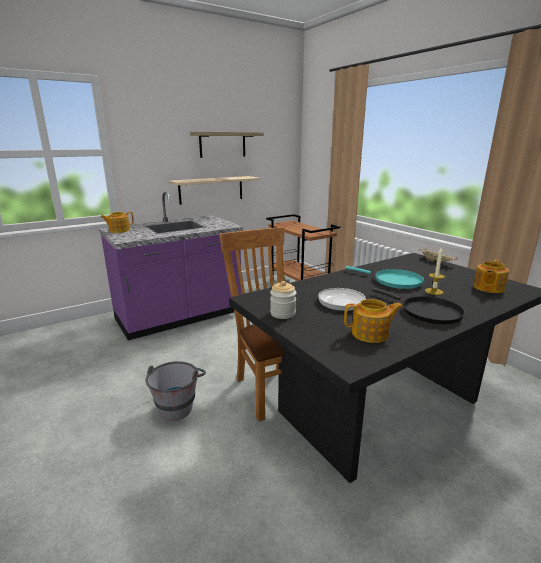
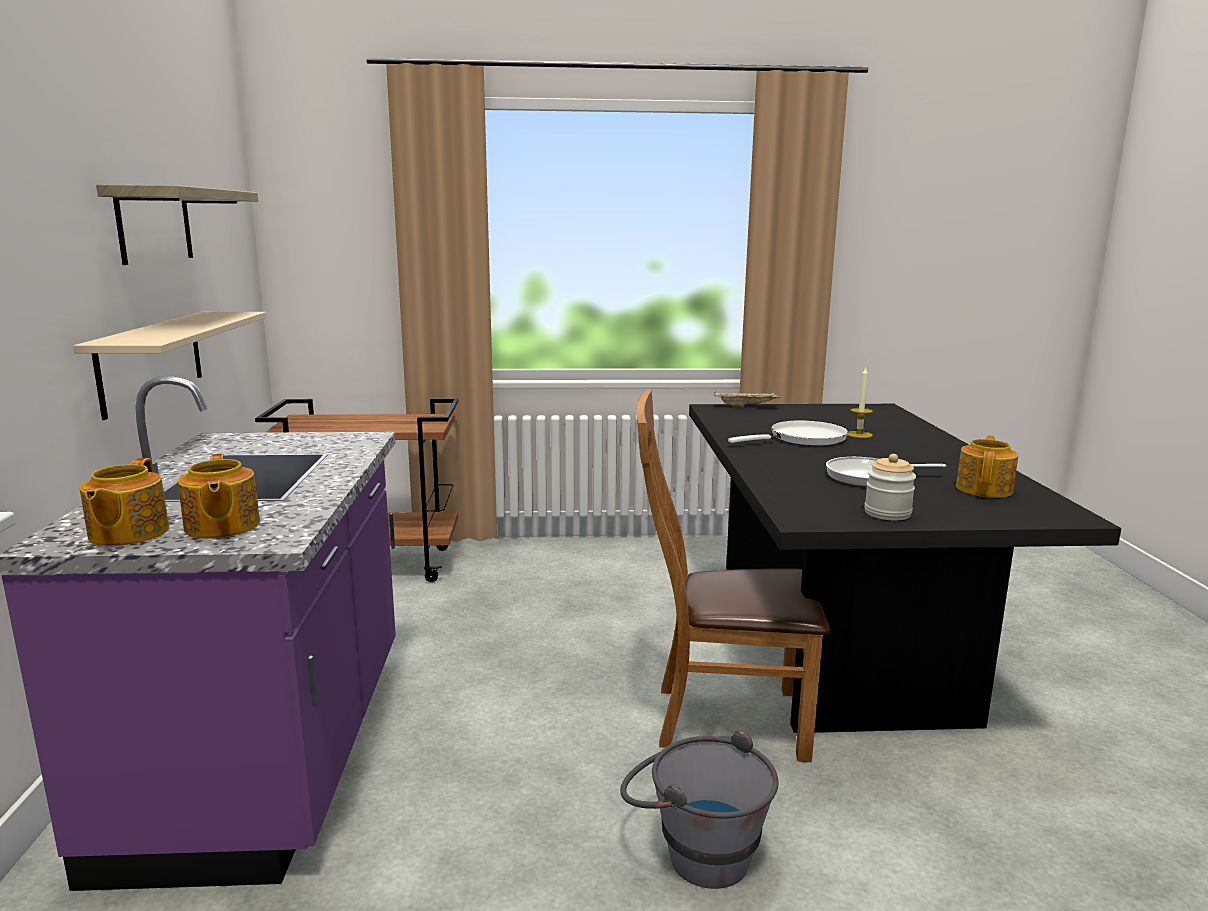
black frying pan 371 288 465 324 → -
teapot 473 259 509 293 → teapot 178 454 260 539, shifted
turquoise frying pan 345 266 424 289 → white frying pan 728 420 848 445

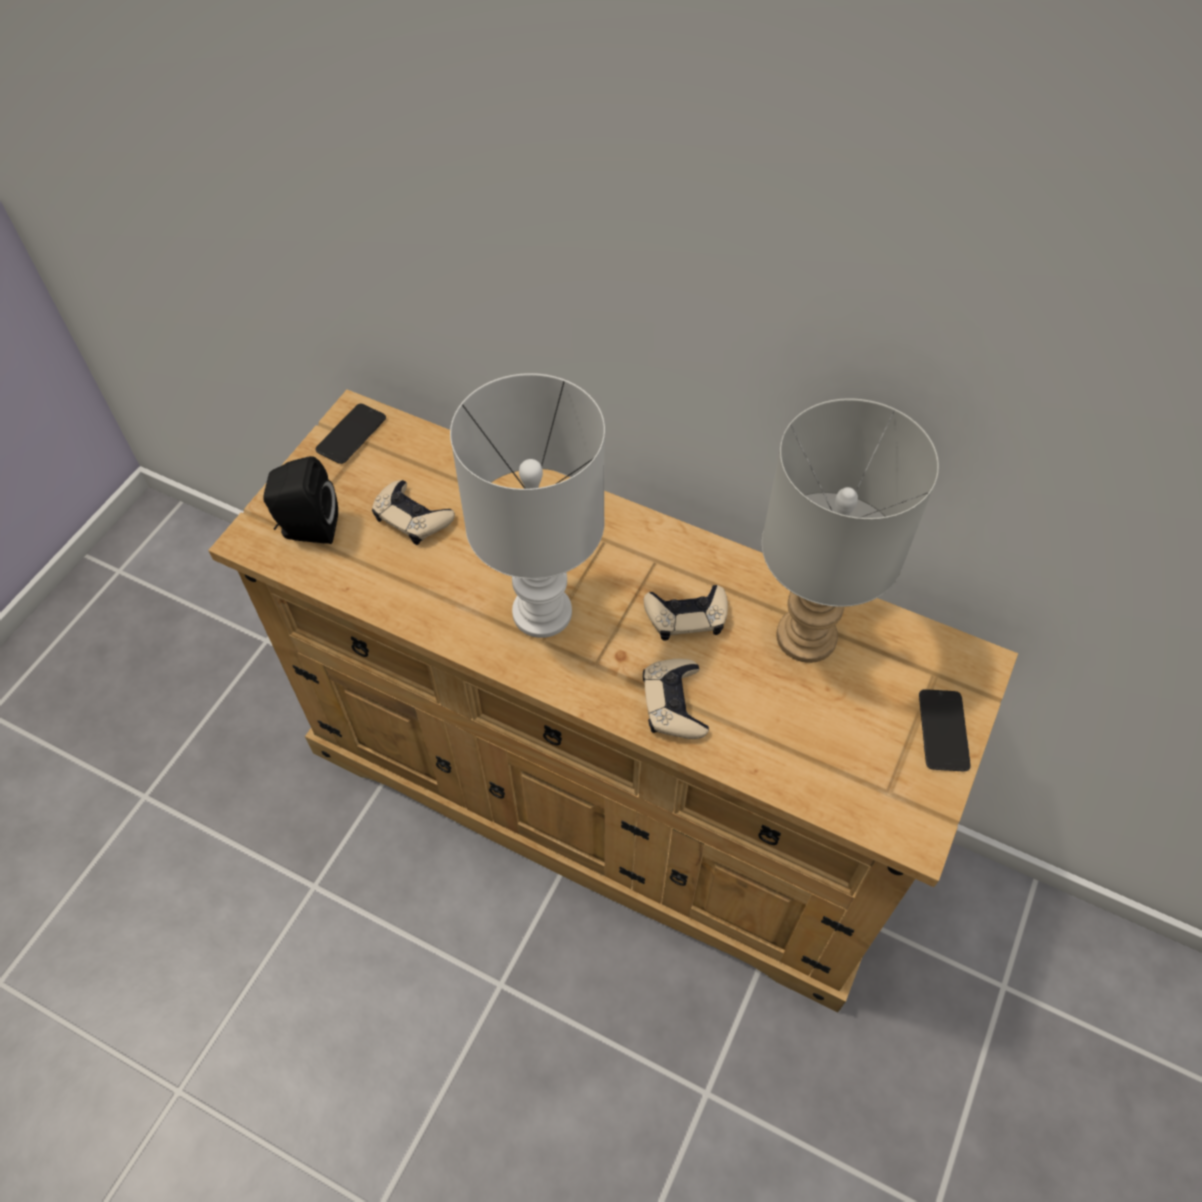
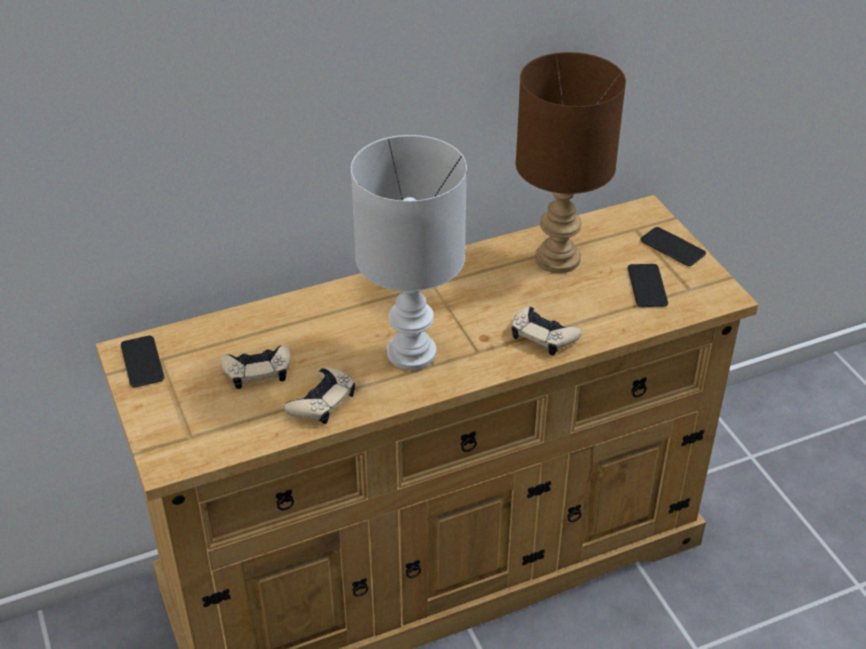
black speaker 263 456 338 544 → -
- → phone 628 264 668 307
beige game controller 644 585 728 641 → beige game controller 284 367 355 424, shifted
grey table lamp 762 398 939 663 → brown table lamp 516 52 626 273

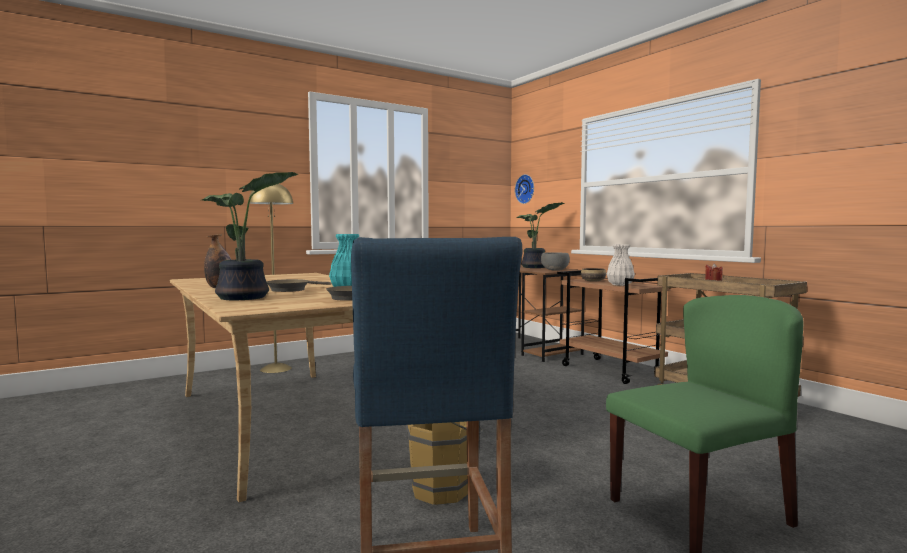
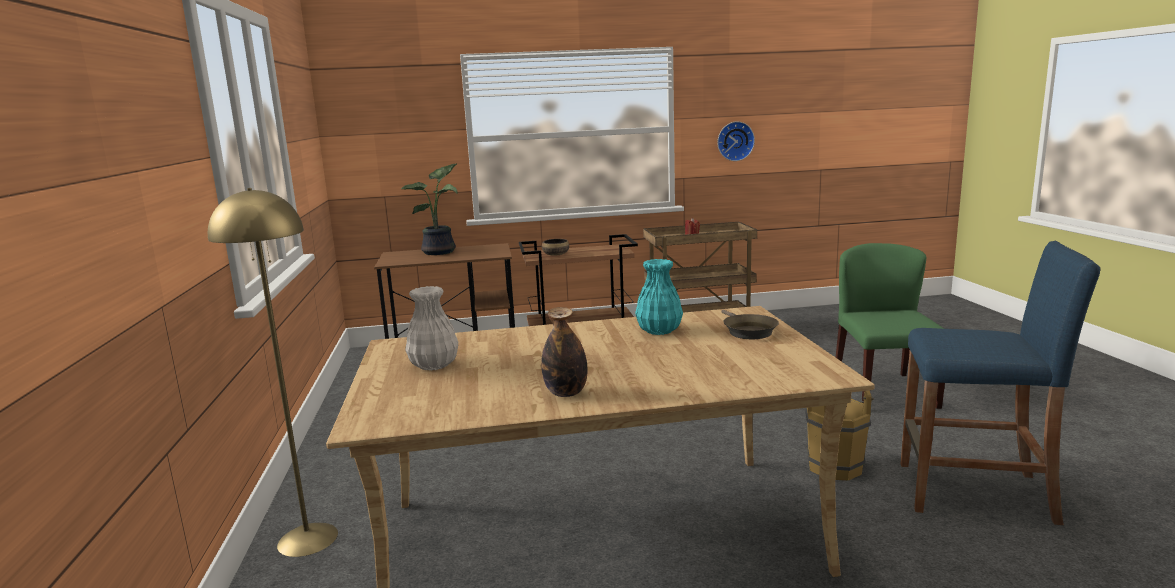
potted plant 202 172 298 300 → -
brown frying pan 266 279 331 292 → -
grey bowl 541 252 570 271 → -
wall clock 515 174 534 204 → wall clock 717 121 755 161, shifted
white vase 607 244 635 286 → white vase 405 286 458 370, shifted

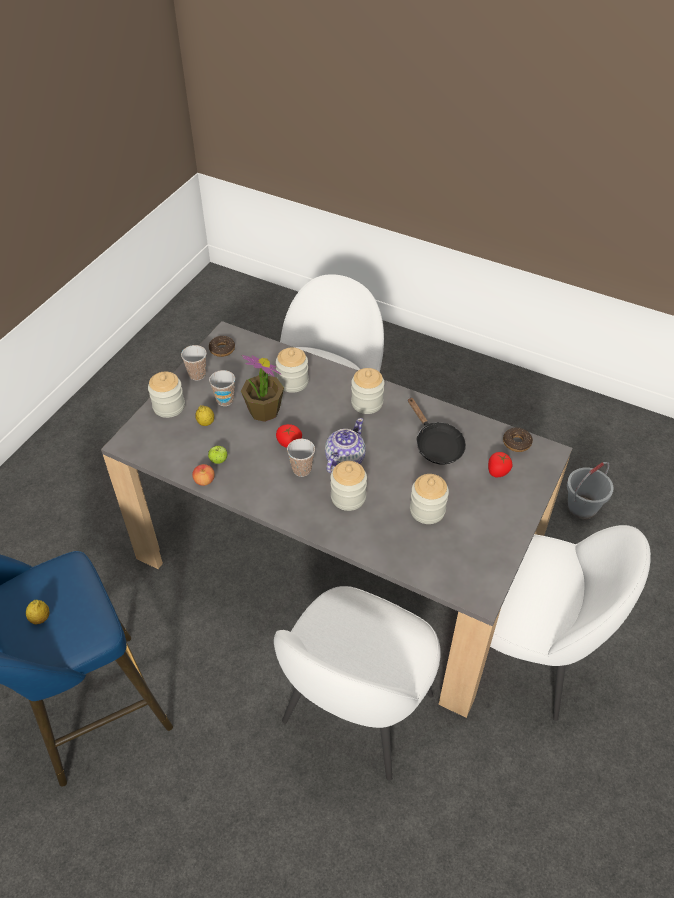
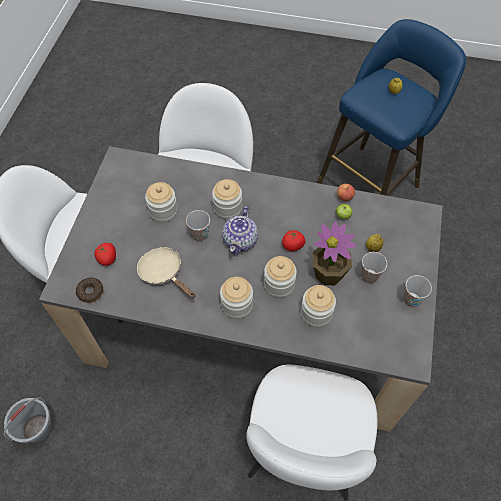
donut 209 336 235 357 → -
jar 148 371 185 418 → jar 264 256 297 298, shifted
cup 287 439 315 477 → cup 186 210 210 242, shifted
black frying pan 408 397 466 465 → beige frying pan 137 247 196 298

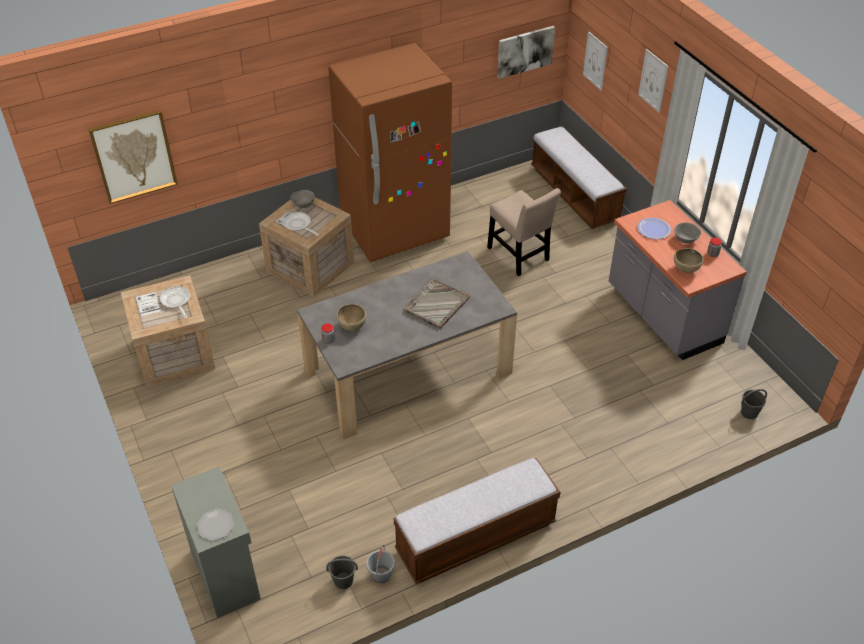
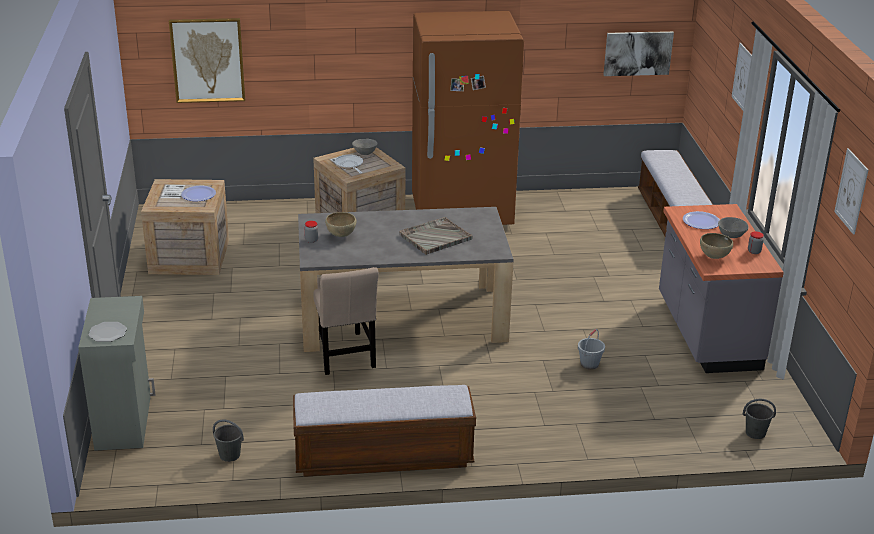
grey bucket 366 545 395 583 → grey bucket 578 329 605 370, shifted
beige chair 487 188 561 276 → beige chair 313 267 379 375, shifted
picture 583 32 608 91 → picture 834 148 868 235, shifted
frying pan 160 287 190 319 → plate 181 186 216 201

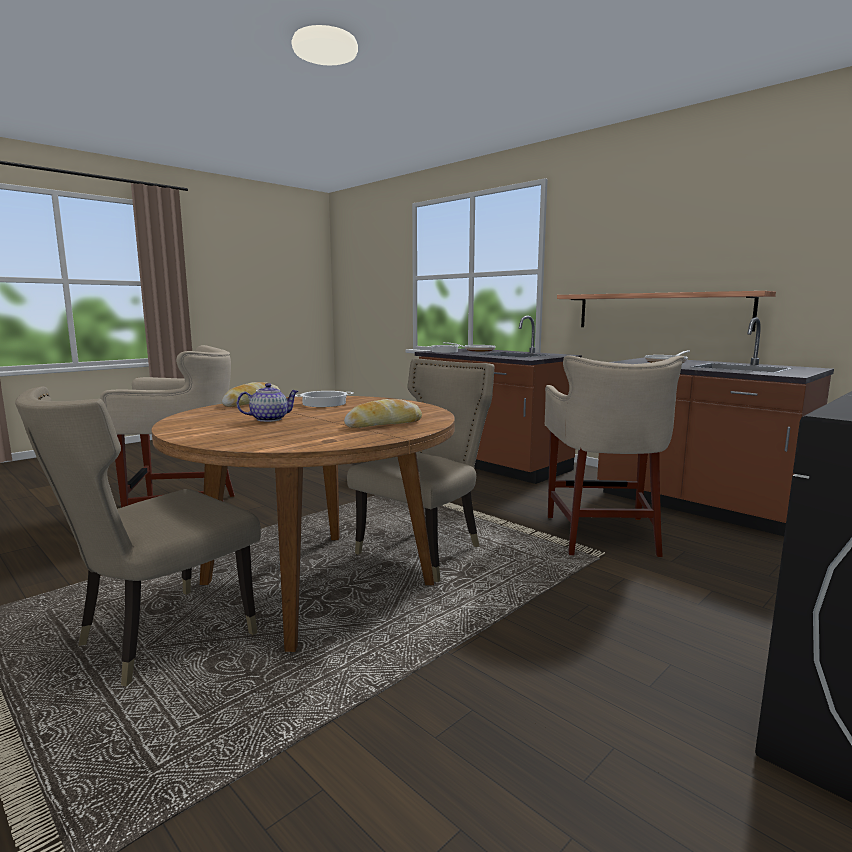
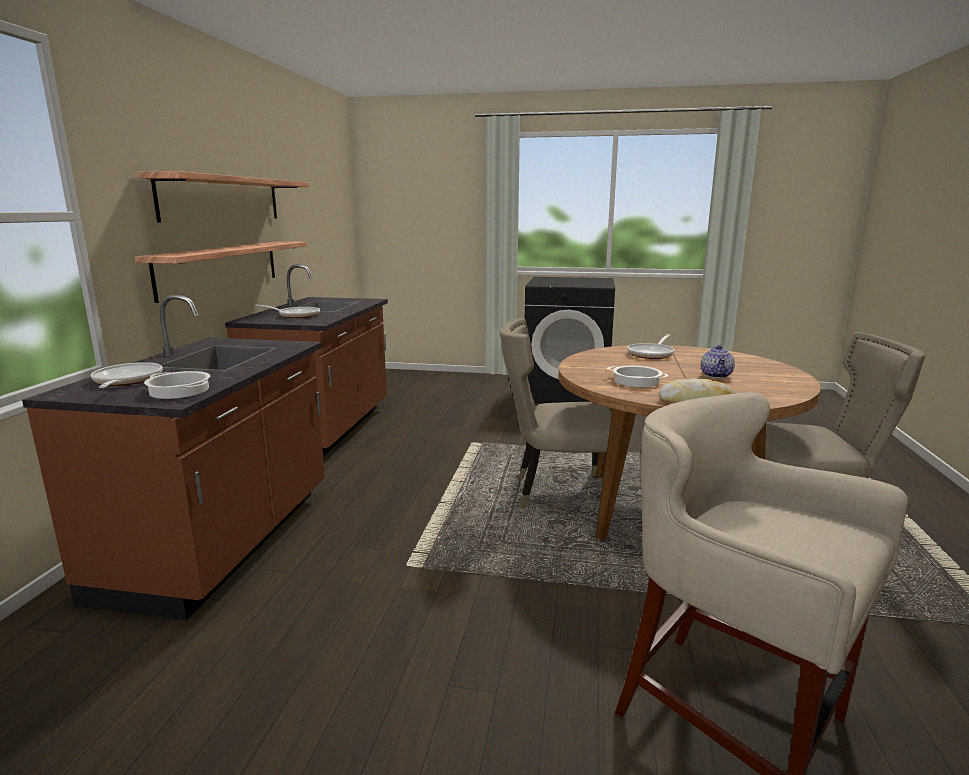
beige stool 545 356 684 557 → -
- → shelf 137 171 309 223
bread 344 399 422 428 → frying pan 627 334 675 359
teapot 237 383 299 422 → teapot 701 345 735 378, 105 degrees counterclockwise

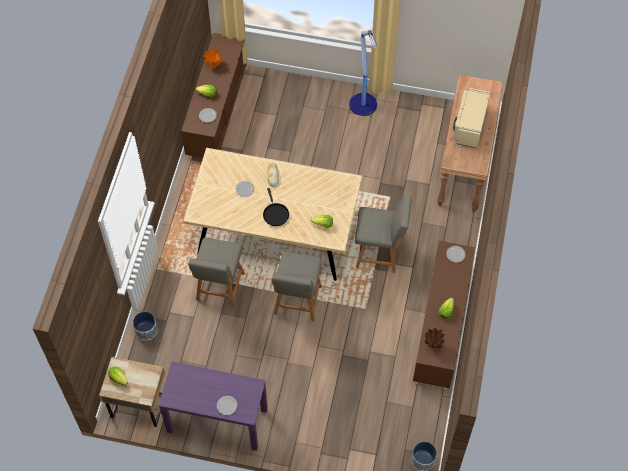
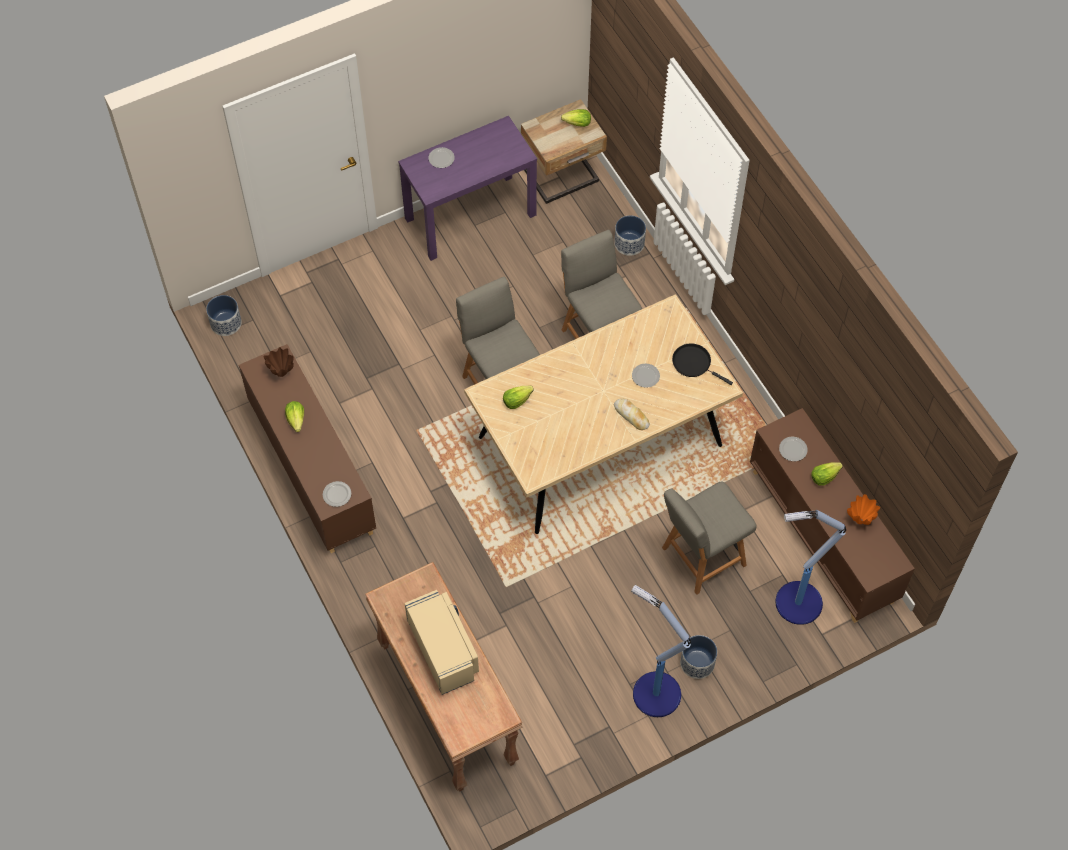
- → planter 680 635 717 679
- → floor lamp 775 509 846 625
black frying pan 263 188 289 226 → black frying pan 672 343 733 385, shifted
grey chair 355 195 412 273 → grey chair 662 481 757 595, shifted

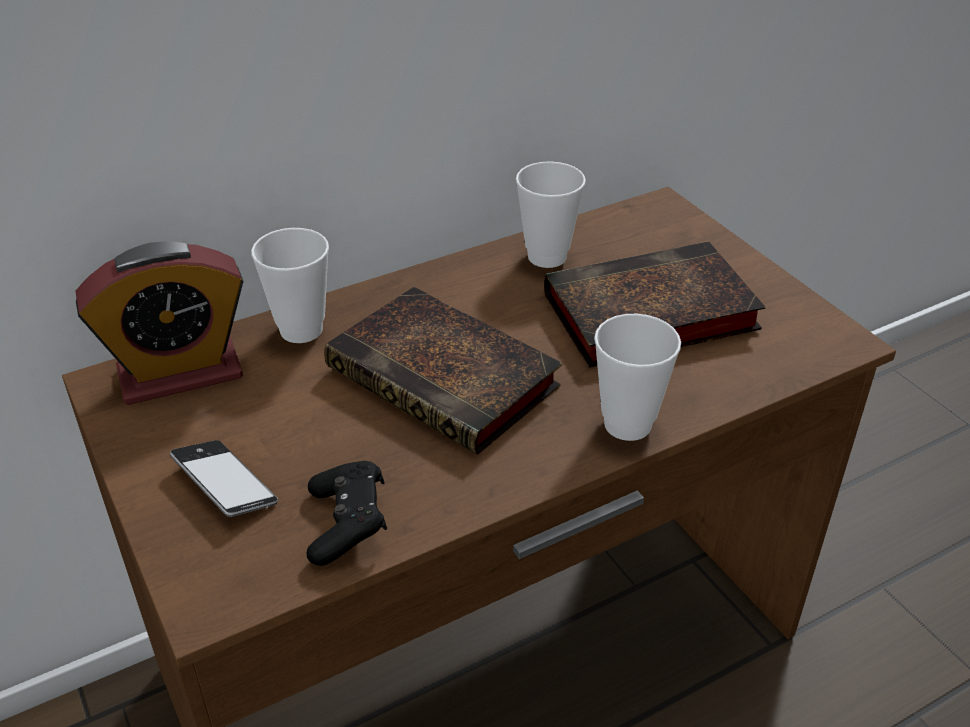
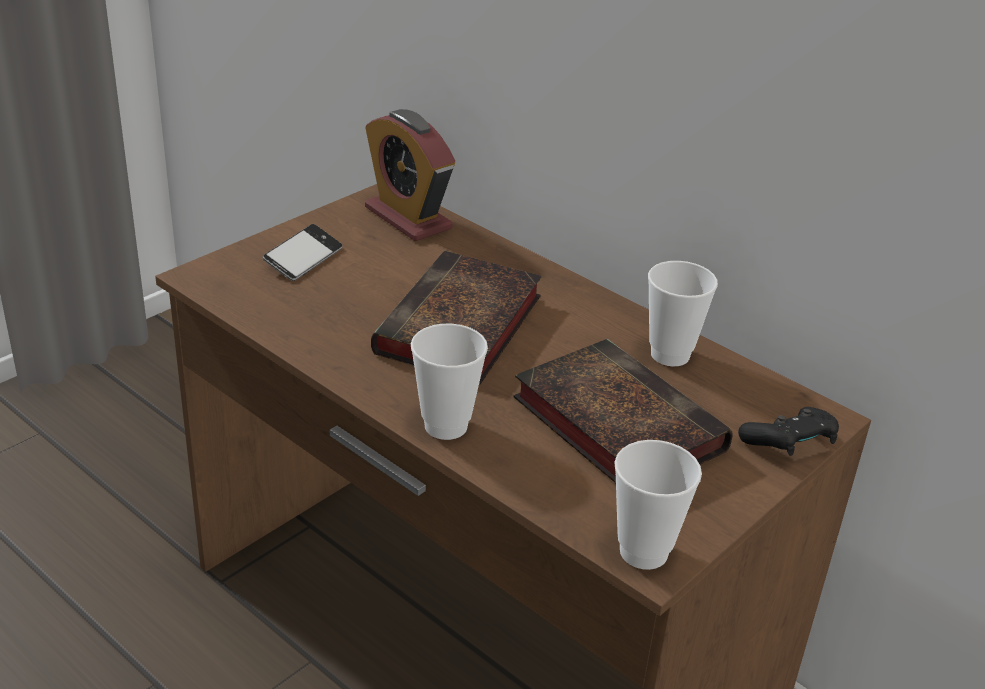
cup 251 228 329 343 → cup 614 440 702 570, shifted
black game controller 307 461 387 566 → black game controller 738 407 839 456, shifted

